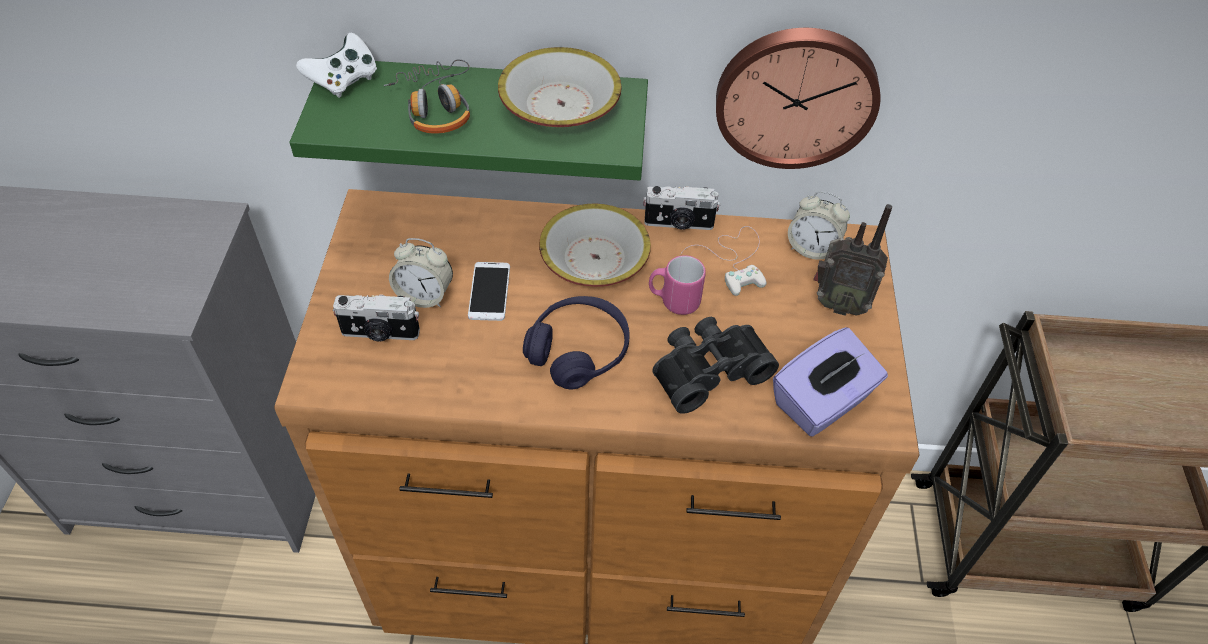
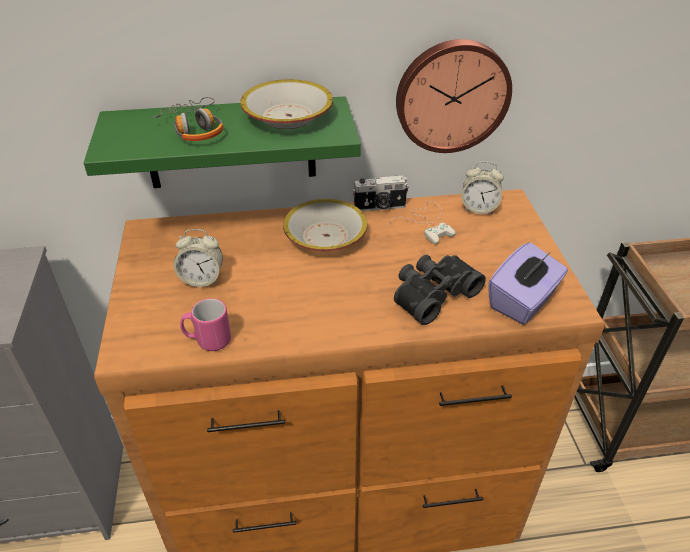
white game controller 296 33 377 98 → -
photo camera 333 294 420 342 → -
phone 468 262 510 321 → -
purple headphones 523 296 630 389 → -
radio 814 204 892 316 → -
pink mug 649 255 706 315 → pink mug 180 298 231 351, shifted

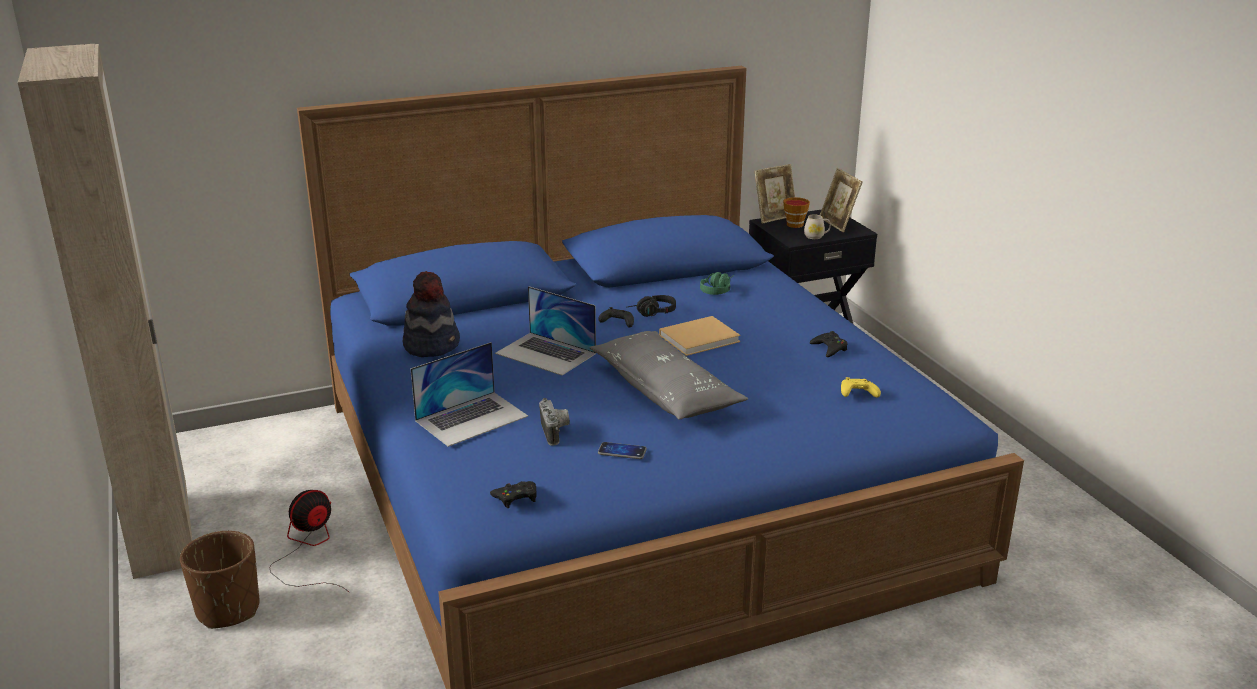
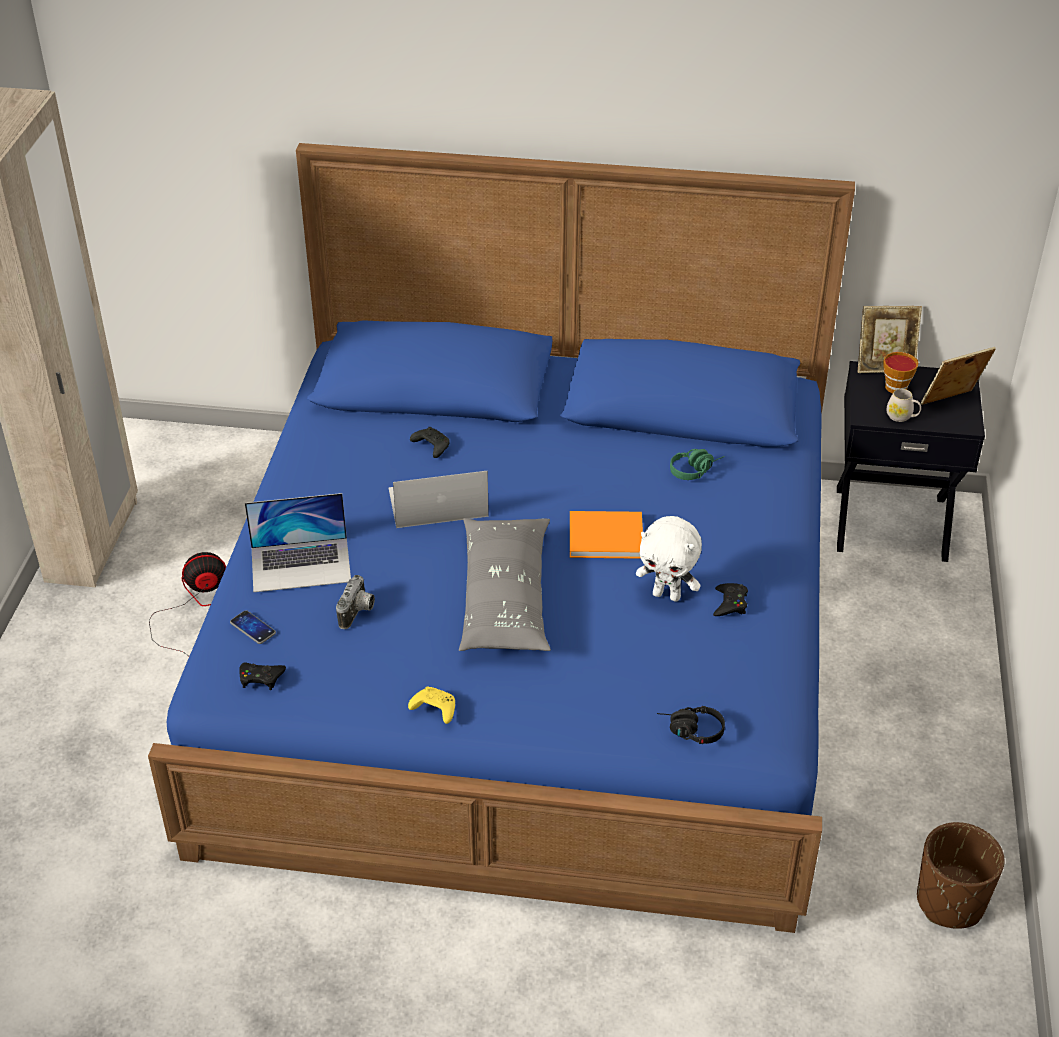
hat 402 271 460 357 → -
- → white plush toy 636 516 702 602
brown planter 180 531 260 629 → brown planter 917 822 1005 929, shifted
phone 598 442 647 459 → phone 230 610 276 644, shifted
black game controller 599 307 634 328 → black game controller 410 427 450 458, shifted
black headphones 626 295 676 317 → black headphones 657 706 725 744, shifted
yellow game controller 841 377 881 397 → yellow game controller 408 686 455 724, shifted
beige book 659 316 741 356 → orange book 570 511 643 559
laptop 495 286 596 375 → laptop 388 470 489 528, 105 degrees clockwise
picture frame 820 168 863 232 → picture frame 921 347 996 405, 60 degrees clockwise

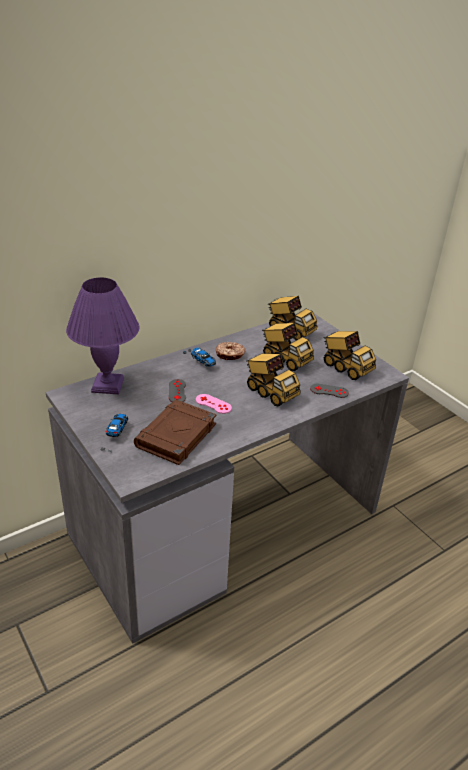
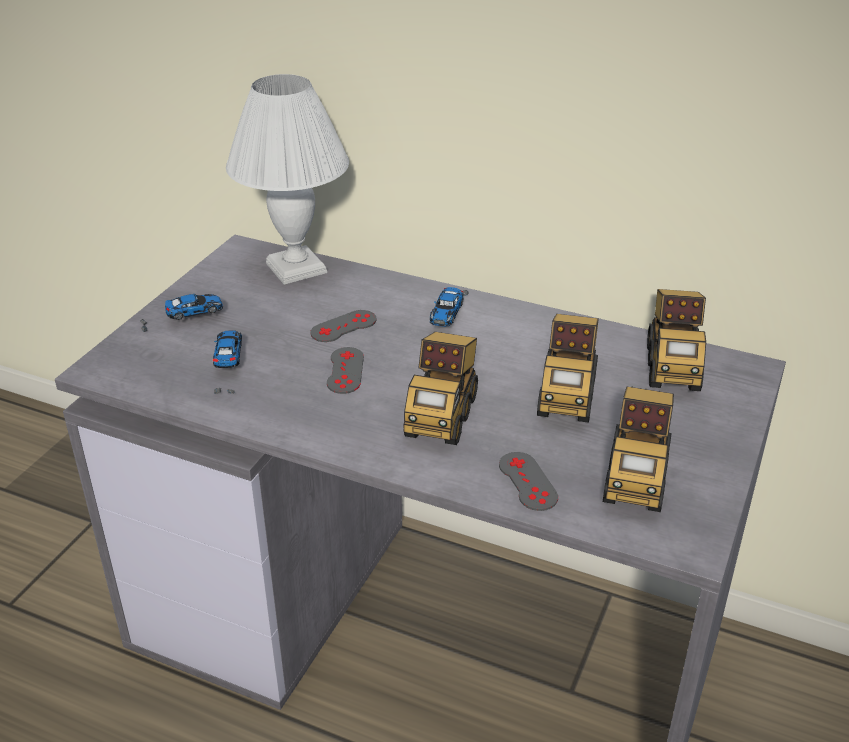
donut 216 342 245 360 → -
brown book 134 399 217 465 → toy car 213 330 242 394
purple table lamp 66 277 139 394 → white table lamp 226 74 349 285
pink game controller 196 394 232 414 → grey game controller 327 347 364 394

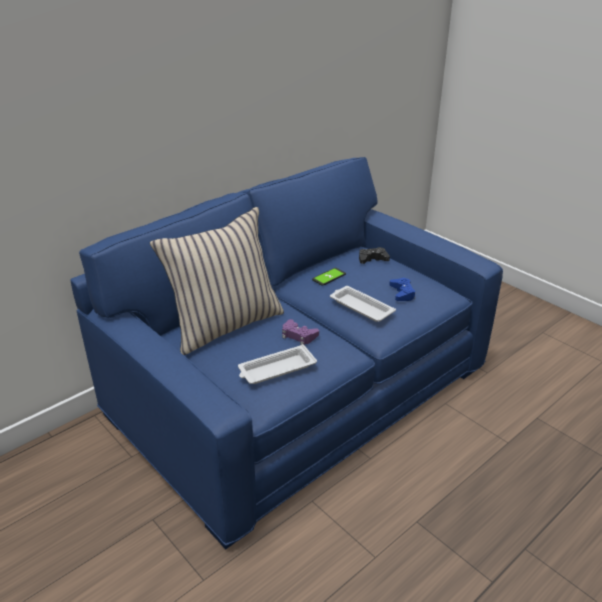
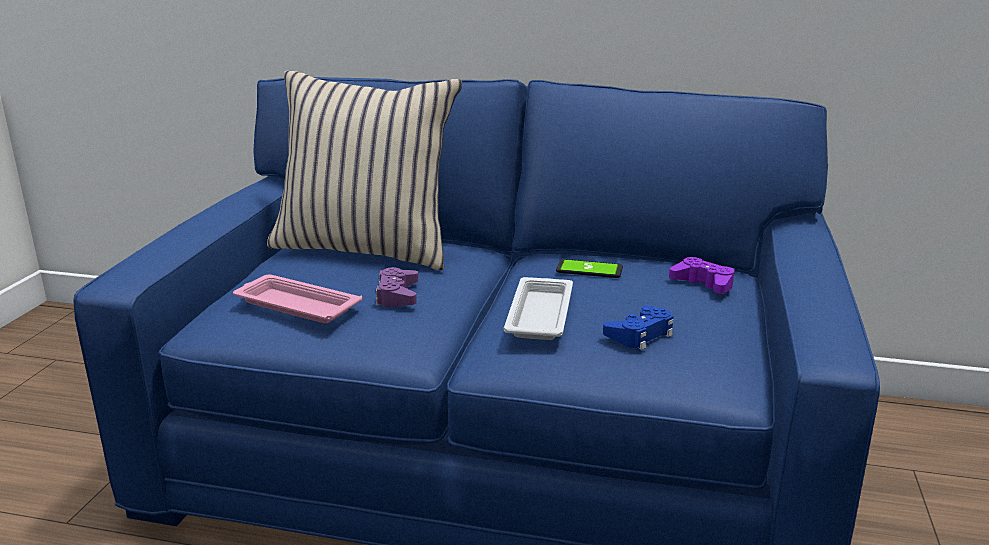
white tray 238 344 317 384 → pink tray 233 275 362 323
black game controller 359 247 390 264 → purple game controller 669 257 734 294

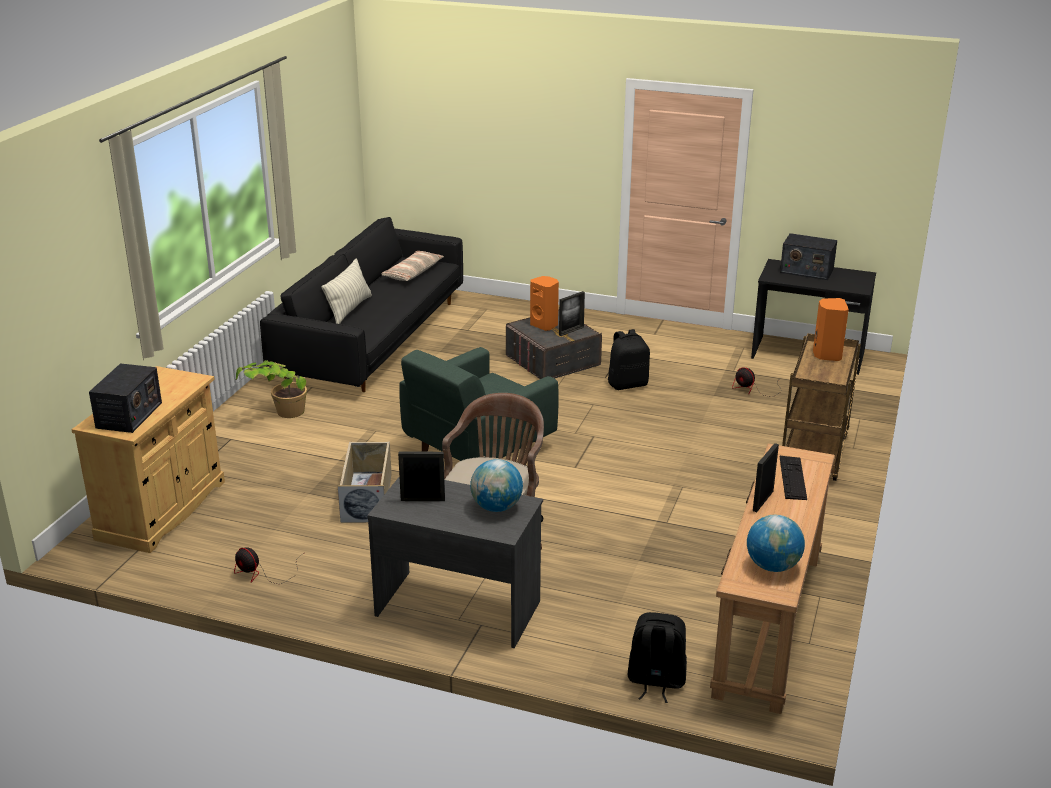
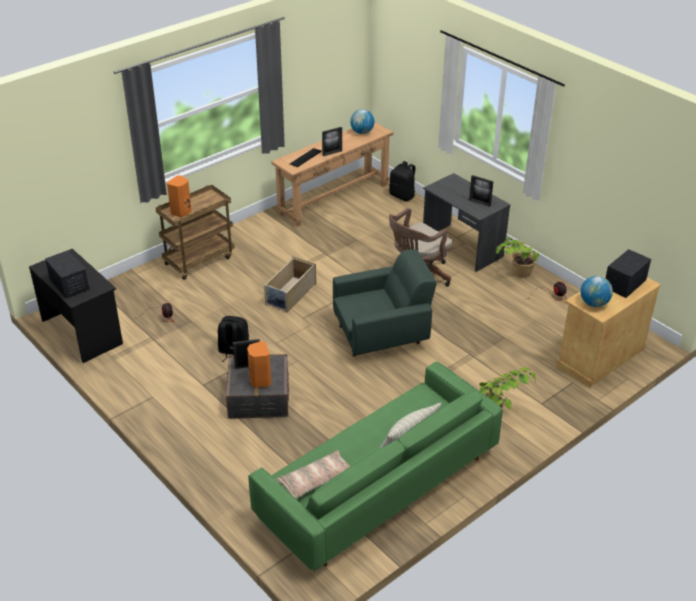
- → potted plant 496 237 539 278
beige storage box 338 441 392 523 → beige storage box 264 256 316 313, shifted
globe 470 459 523 512 → globe 580 276 613 307, shifted
black sofa 260 217 463 392 → green sofa 248 361 502 572

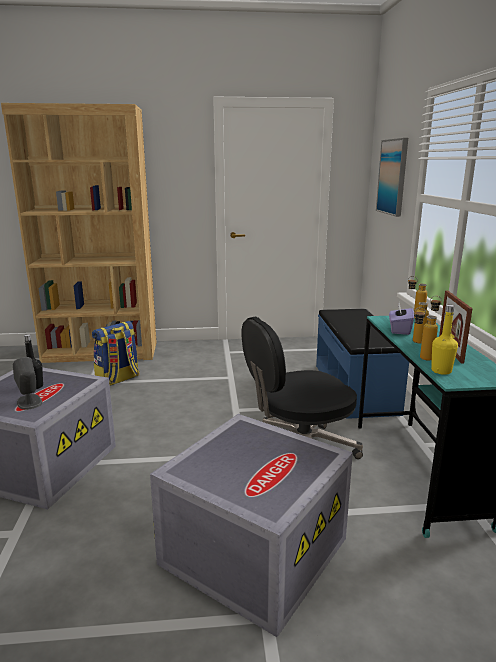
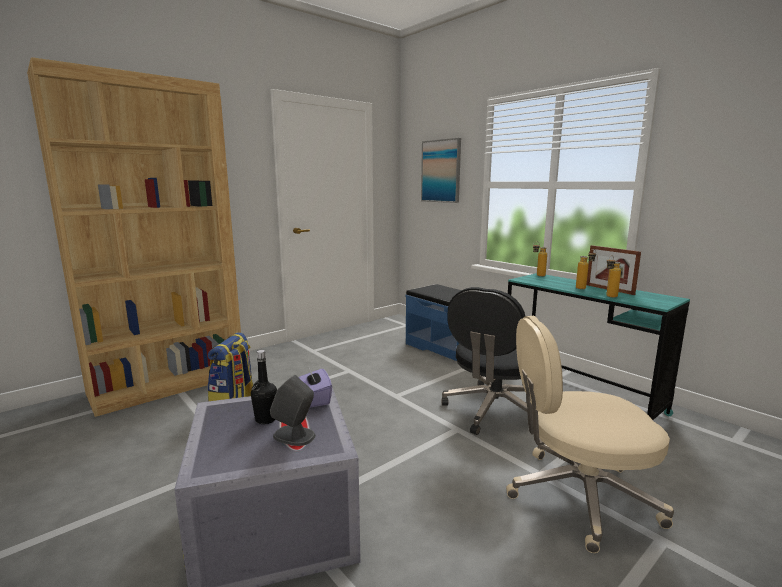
yellow bottle 431 305 458 375 → -
purple tissue box 389 303 414 335 → purple tissue box 299 367 332 408, shifted
grey storage box 150 414 353 637 → beige office chair 506 316 674 553

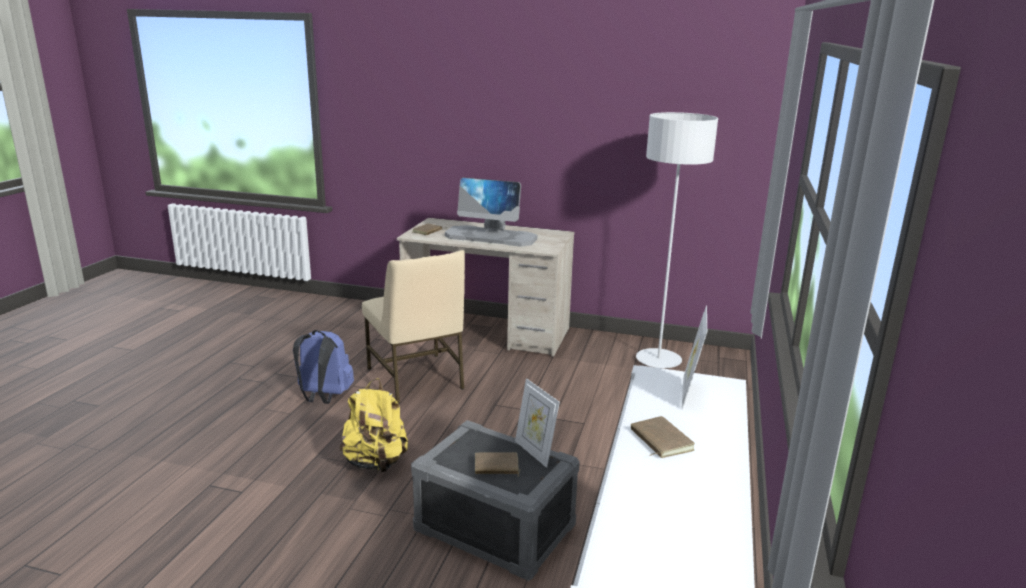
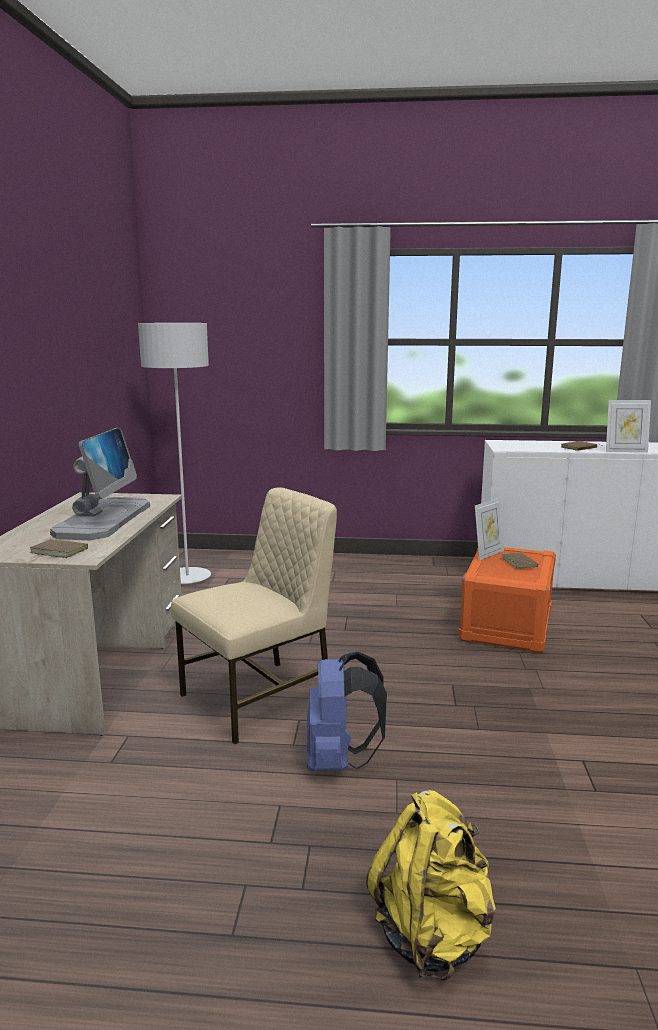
yellow backpack 339 378 408 473 → yellow backpack 366 790 496 981, shifted
picture frame 682 306 707 410 → picture frame 606 400 651 453, shifted
grey storage box 411 420 580 581 → orange storage box 459 547 556 653

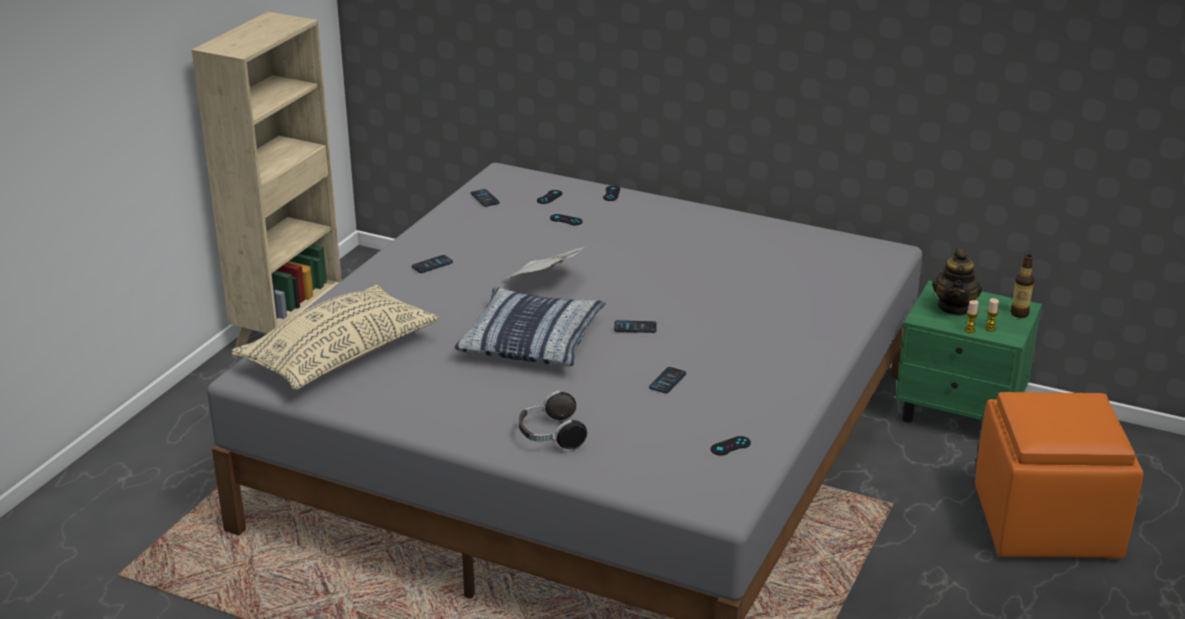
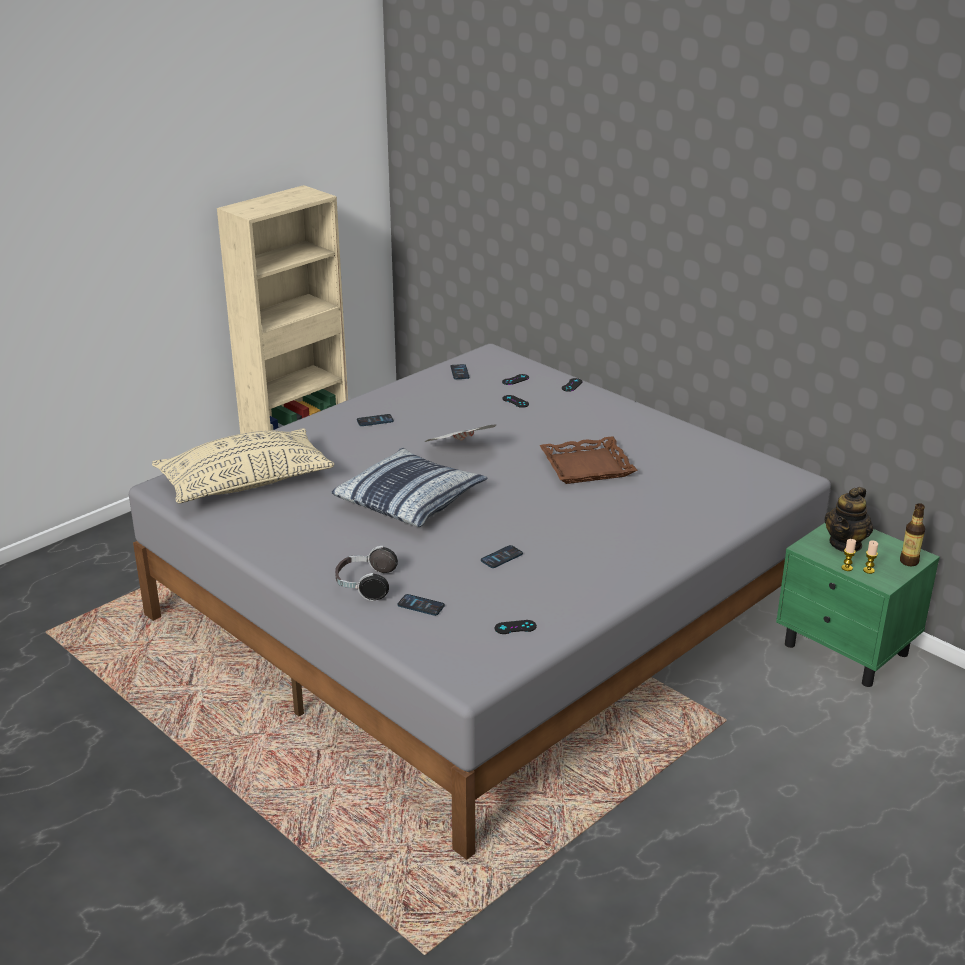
orange ottoman 975 392 1143 558 → -
- → brown tray 539 436 638 484
phone 614 320 657 333 → phone 398 594 445 616, shifted

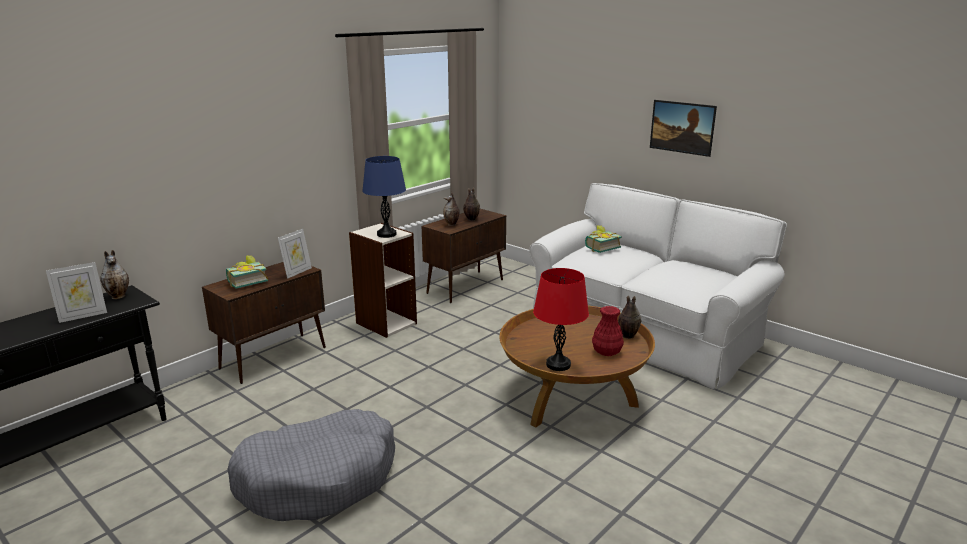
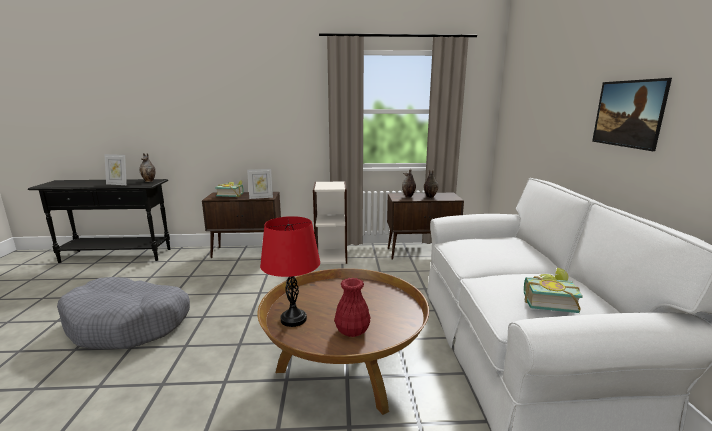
blue table lamp 362 156 406 238 → -
vase 618 296 641 339 → -
book 585 225 622 253 → book 524 268 583 313, shifted

